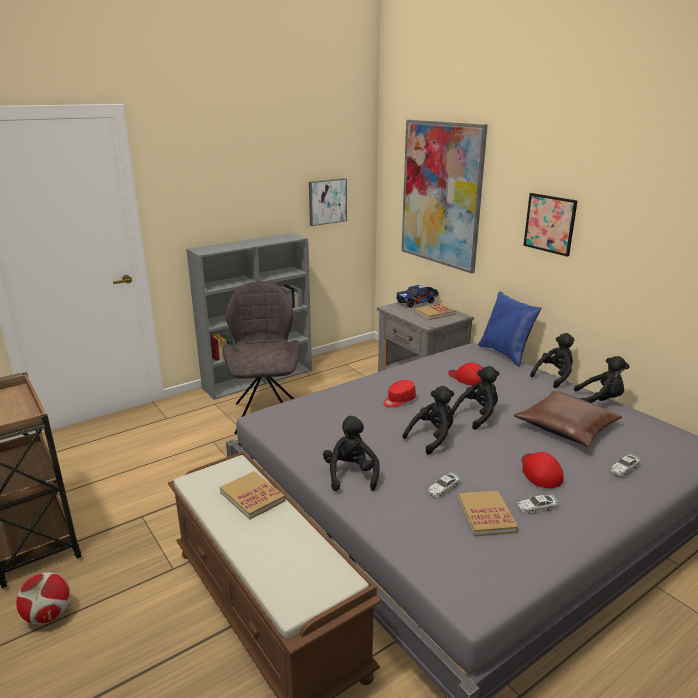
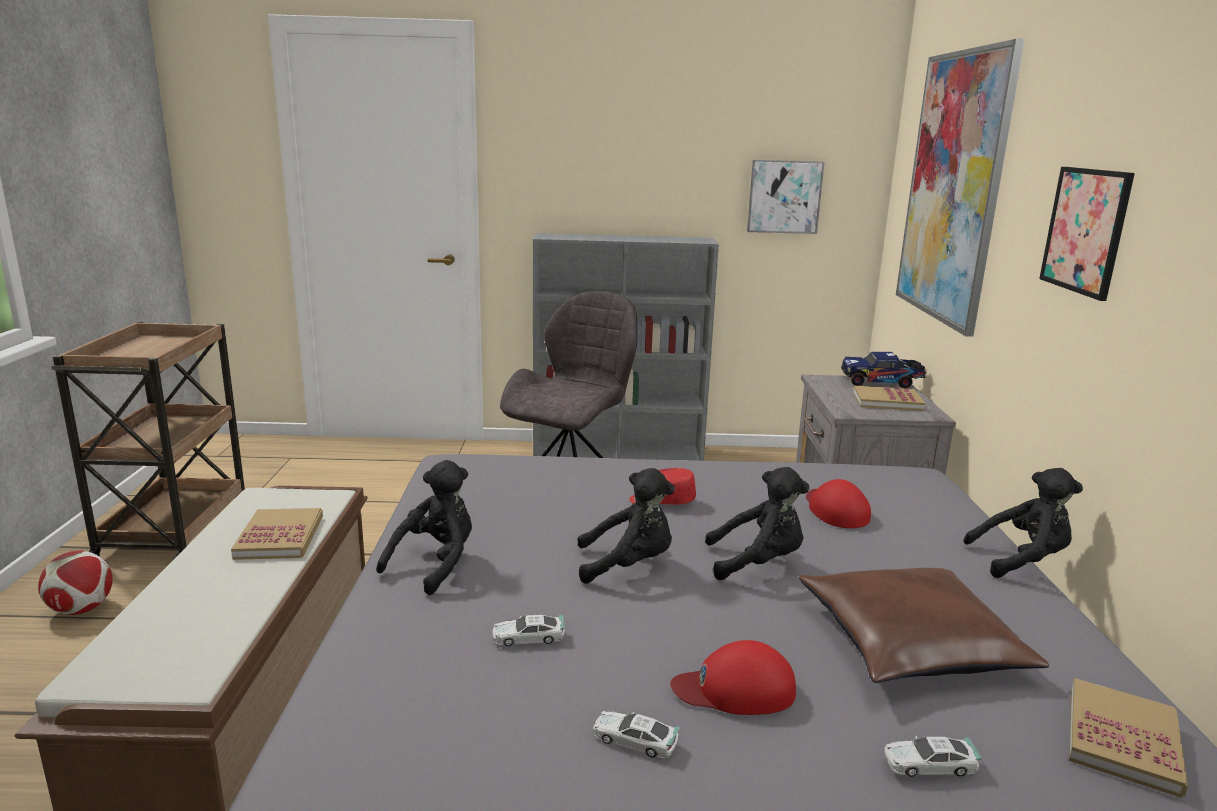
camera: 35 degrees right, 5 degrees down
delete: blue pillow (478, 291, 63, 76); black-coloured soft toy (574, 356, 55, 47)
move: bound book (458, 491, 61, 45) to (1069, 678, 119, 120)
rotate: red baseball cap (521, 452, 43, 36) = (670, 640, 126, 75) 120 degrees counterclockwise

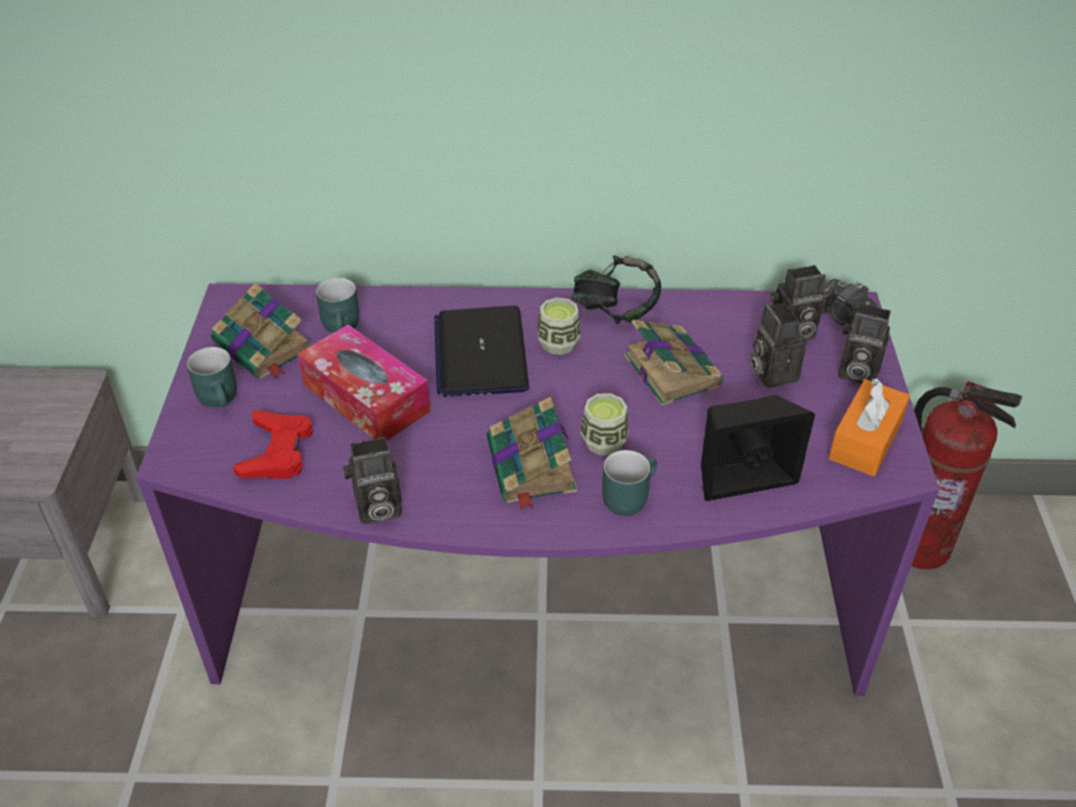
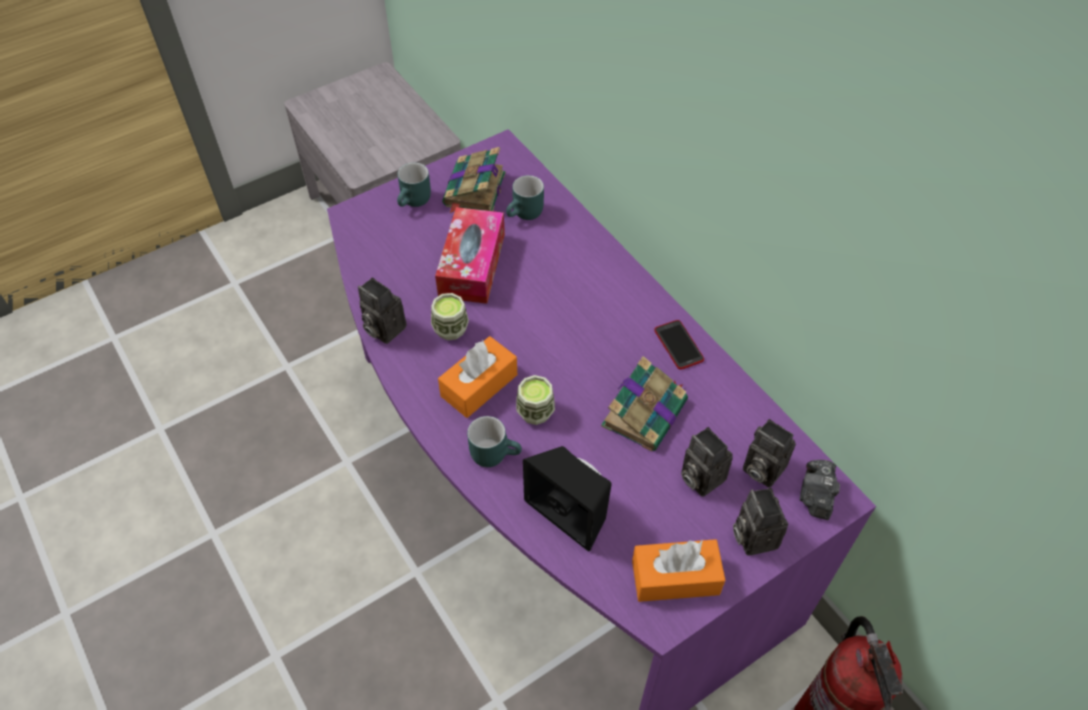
camera: 55 degrees right, 10 degrees up
delete: red game controller (233, 410, 80, 69); notebook computer (434, 305, 95, 92)
move: drinking cup (537, 298, 44, 57) to (431, 293, 38, 47)
replace: bound book (487, 396, 90, 115) to orange-coloured box of tissues (438, 336, 79, 82); headphones (572, 255, 89, 69) to telephone (654, 320, 50, 50)
rotate: still camera (750, 303, 57, 85) = (681, 427, 52, 70) 75 degrees counterclockwise

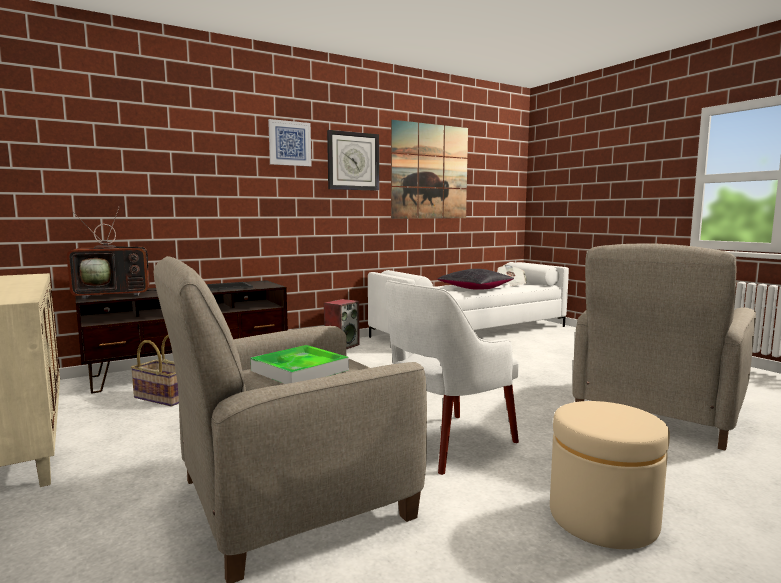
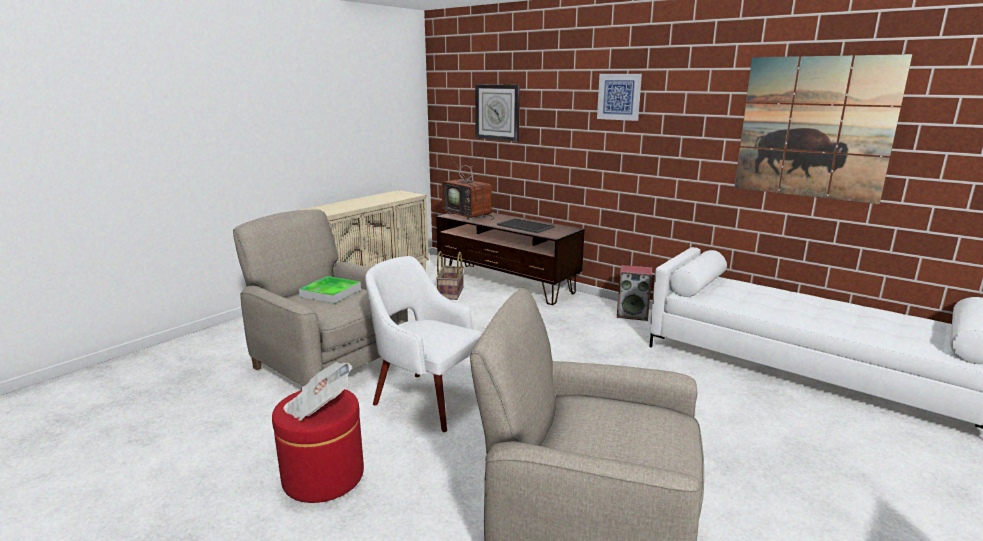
camera: 70 degrees right, 10 degrees up
delete: black-coloured pillow (438, 269, 76, 21)
move: newspaper (497, 265, 30, 21) to (283, 362, 69, 59); wall clock (327, 130, 52, 61) to (475, 84, 45, 57)
recolor: beige-coloured footrest (550, 401, 120, 148) to red footrest (272, 389, 92, 114)

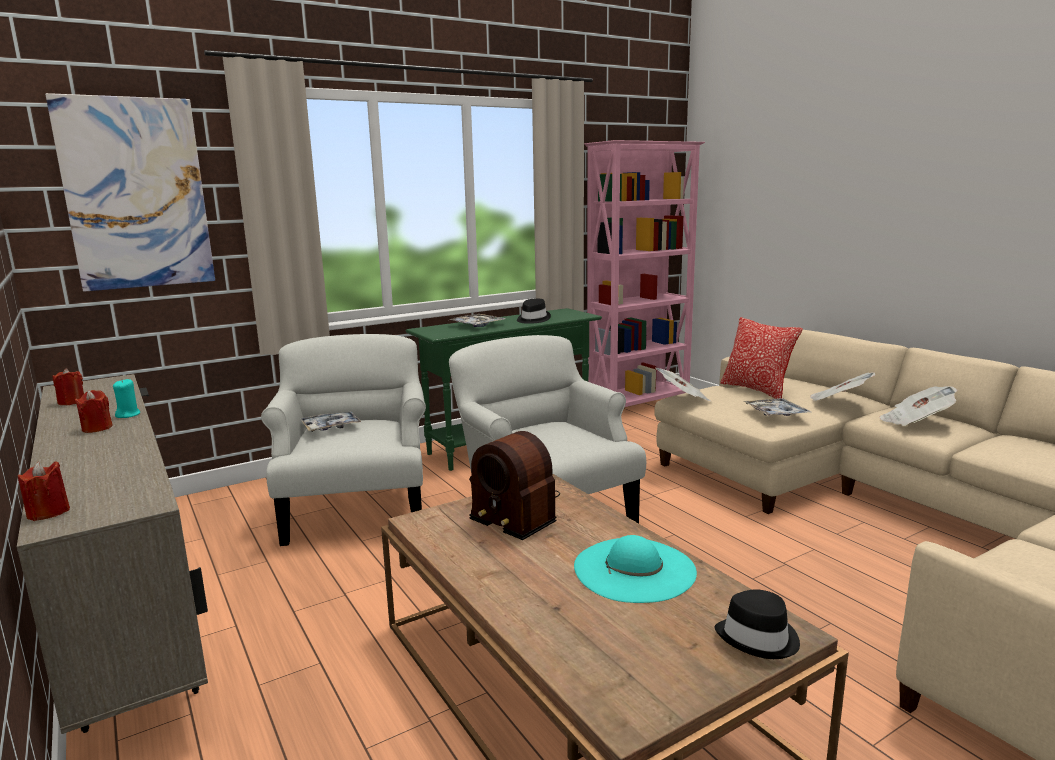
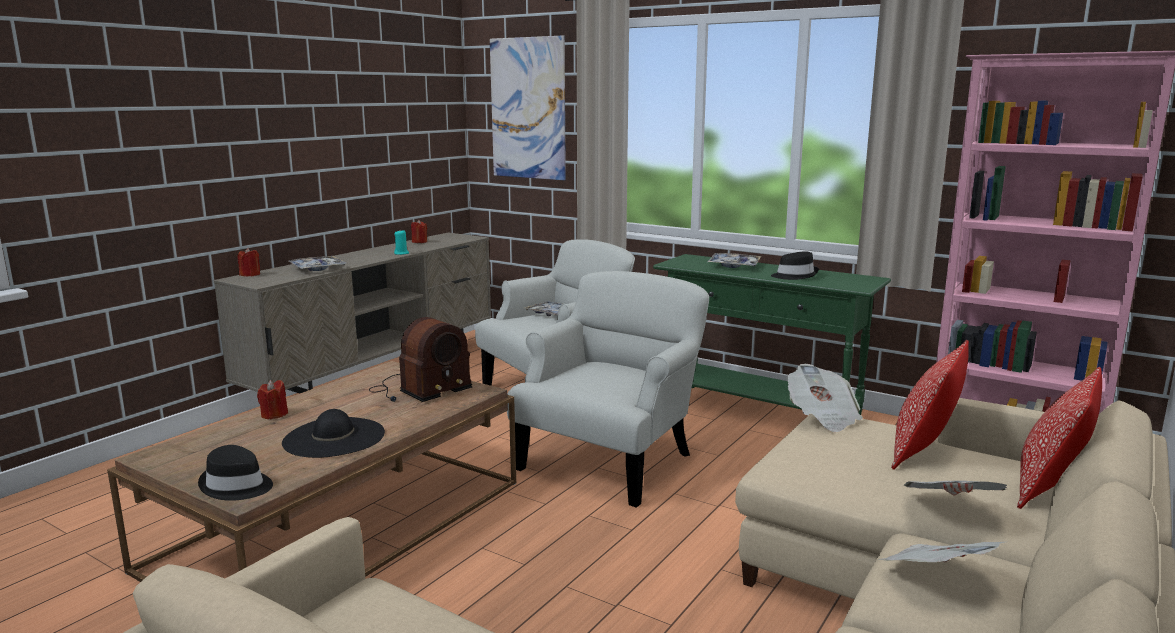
camera: 65 degrees right, 0 degrees up
insert: pillow (1017, 367, 85, 142)
move: red candle (75, 390, 38, 43) to (257, 380, 31, 40); tray (743, 398, 68, 18) to (289, 256, 58, 15)
recolor: blue-green wearable hat (574, 535, 123, 68) to black-coloured wearable hat (282, 409, 103, 49)
rotate: radio set (469, 431, 91, 109) = (369, 317, 103, 85) 150 degrees counterclockwise

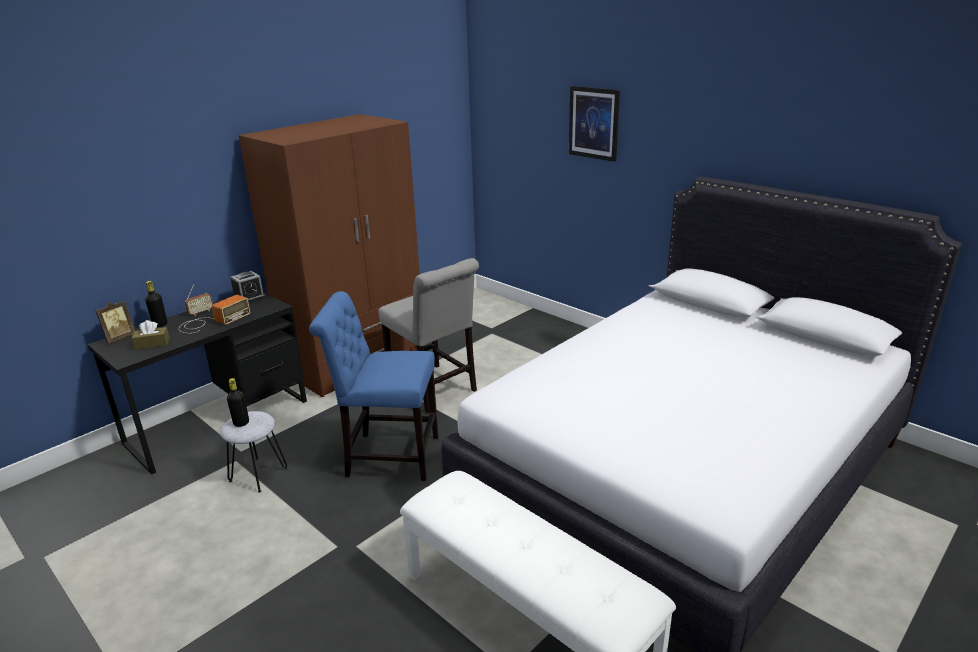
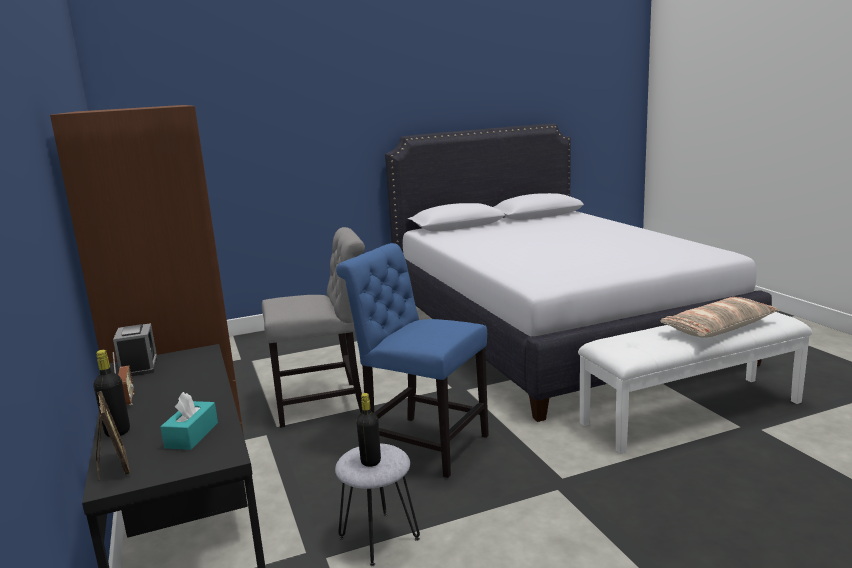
camera: 65 degrees left, 10 degrees down
delete: radio set (179, 295, 71, 38); wall art (569, 86, 51, 76)
insert: pillow (660, 297, 119, 41)
recolor: brownish box of tissues (131, 320, 39, 30) to blue-green box of tissues (160, 392, 58, 58)
rotate: blue upright chair (309, 291, 129, 190) = (336, 243, 153, 235) 90 degrees clockwise

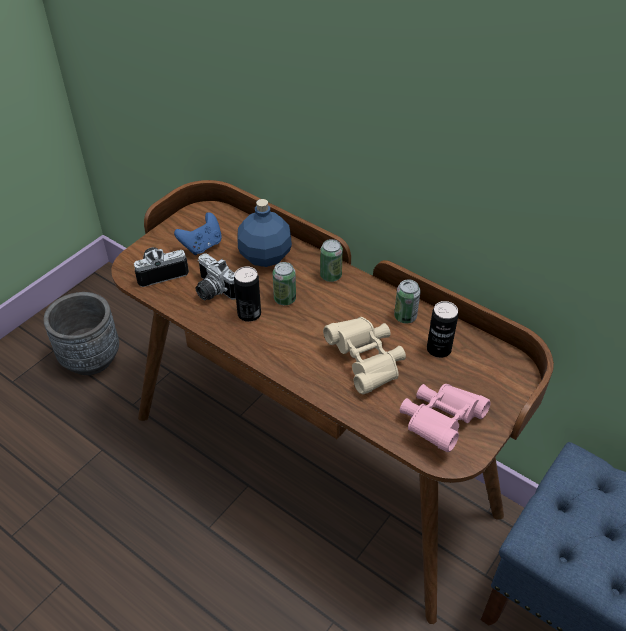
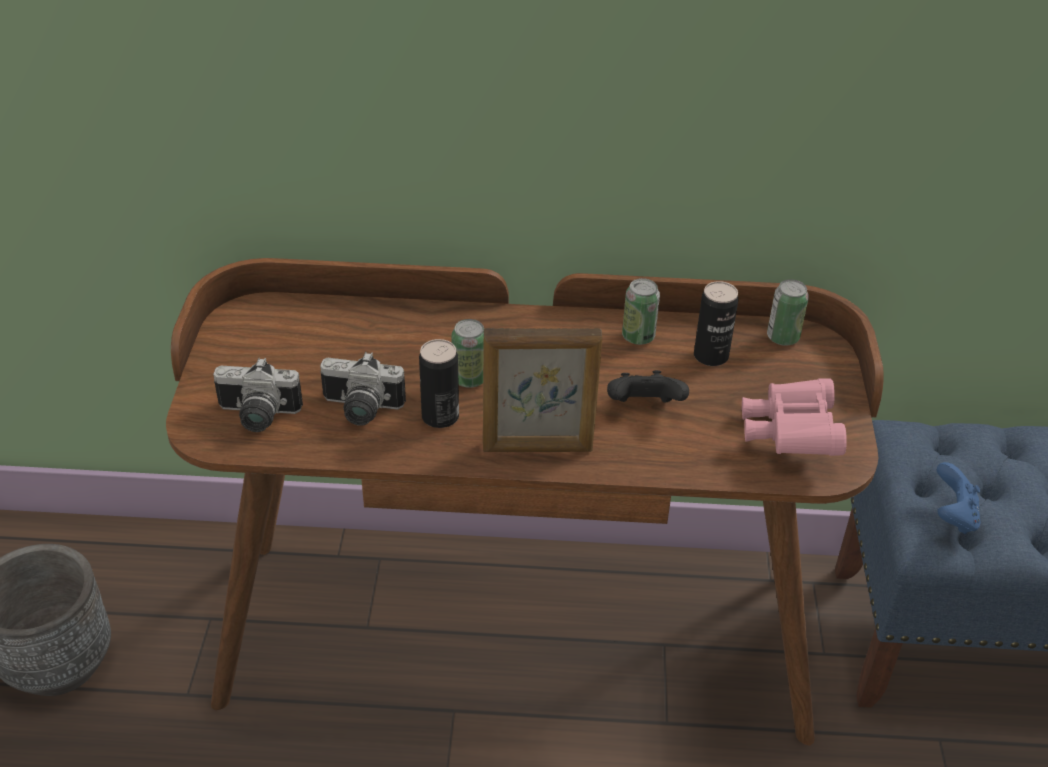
camera: 35 degrees left, 5 degrees down
delete: blue beverage bottle (237, 199, 55, 68)
insert: picture frame (483, 328, 119, 124)
move: can (320, 239, 23, 43) to (767, 279, 42, 67); blue game controller (174, 212, 48, 43) to (937, 462, 44, 72)
replace: beige-coloured pair of binoculars (323, 317, 83, 78) to black-coloured game controller (607, 370, 82, 33)
rotate: still camera (134, 247, 55, 40) = (213, 358, 90, 74) 120 degrees counterclockwise

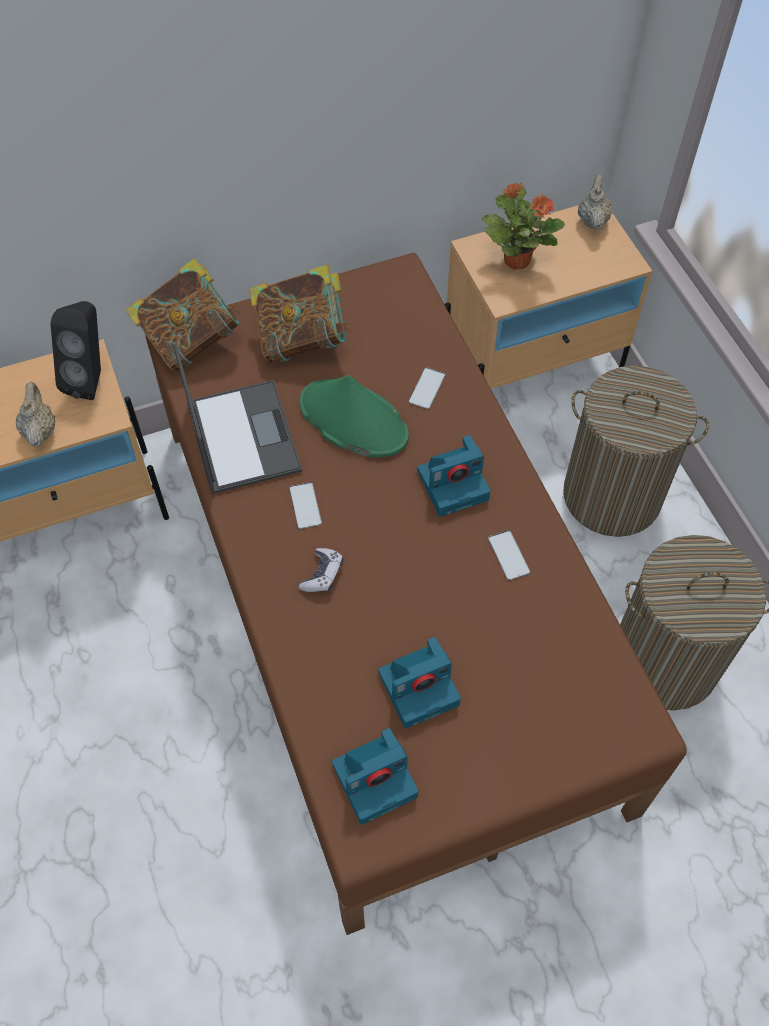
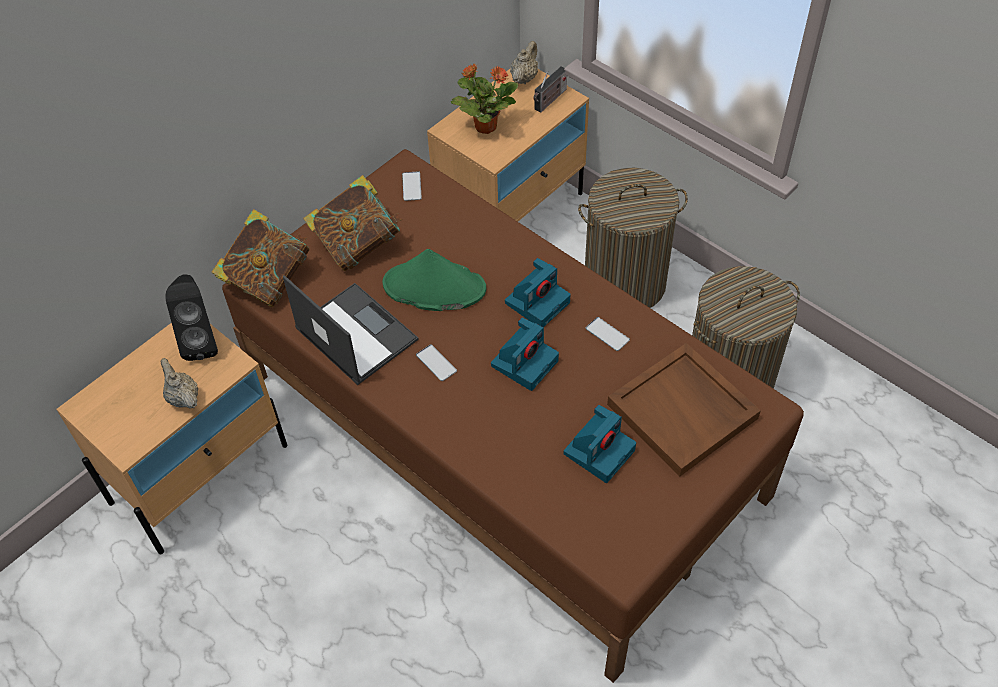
camera: 25 degrees left, 5 degrees down
delete: game controller (299, 548, 44, 44)
insert: radio set (533, 66, 34, 47); brownish tray (607, 343, 154, 133)
move: telephone (409, 367, 36, 42) to (402, 171, 20, 30); still camera (332, 728, 86, 97) to (491, 317, 68, 74)
rotate: beige-coloured tea pot (578, 174, 34, 55) = (510, 41, 28, 43) 45 degrees clockwise

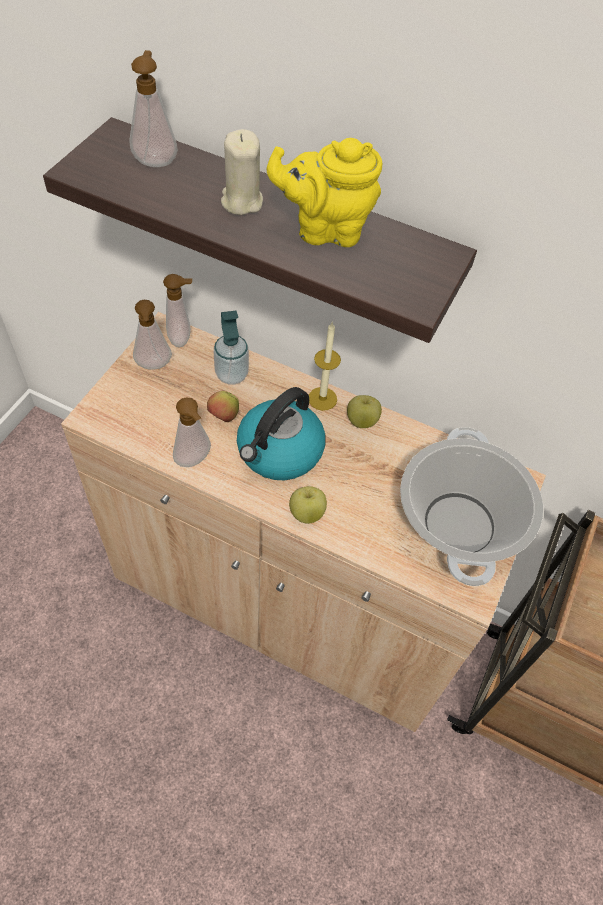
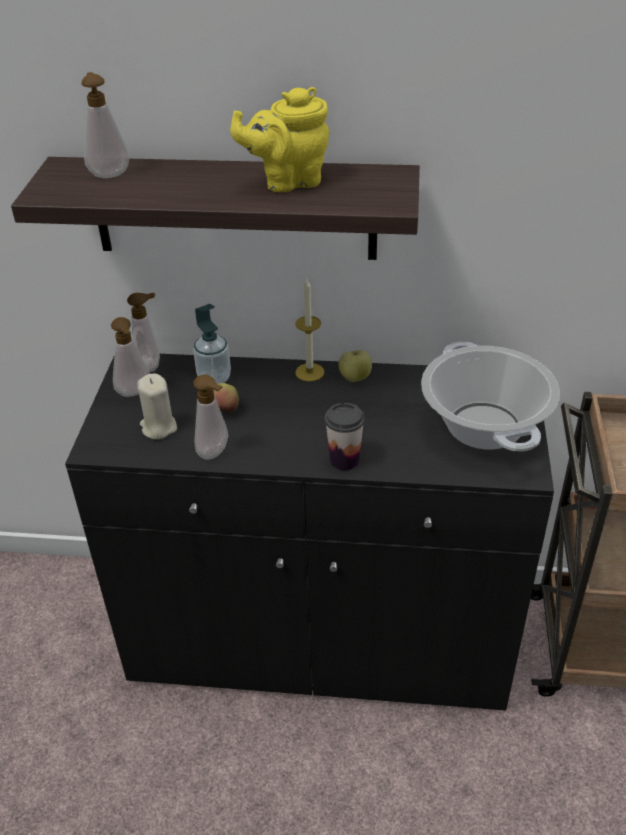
camera: 15 degrees left, 15 degrees down
delete: tea kettle (237, 387, 88, 93)
move: beige-coloured candle (221, 129, 42, 86) to (137, 374, 40, 65)
replace: whole apple (289, 486, 38, 38) to drinking cup (325, 403, 40, 67)
recolor: beige-coloured cupboard (61, 312, 485, 420) to black-coloured cupboard (65, 354, 489, 357)

